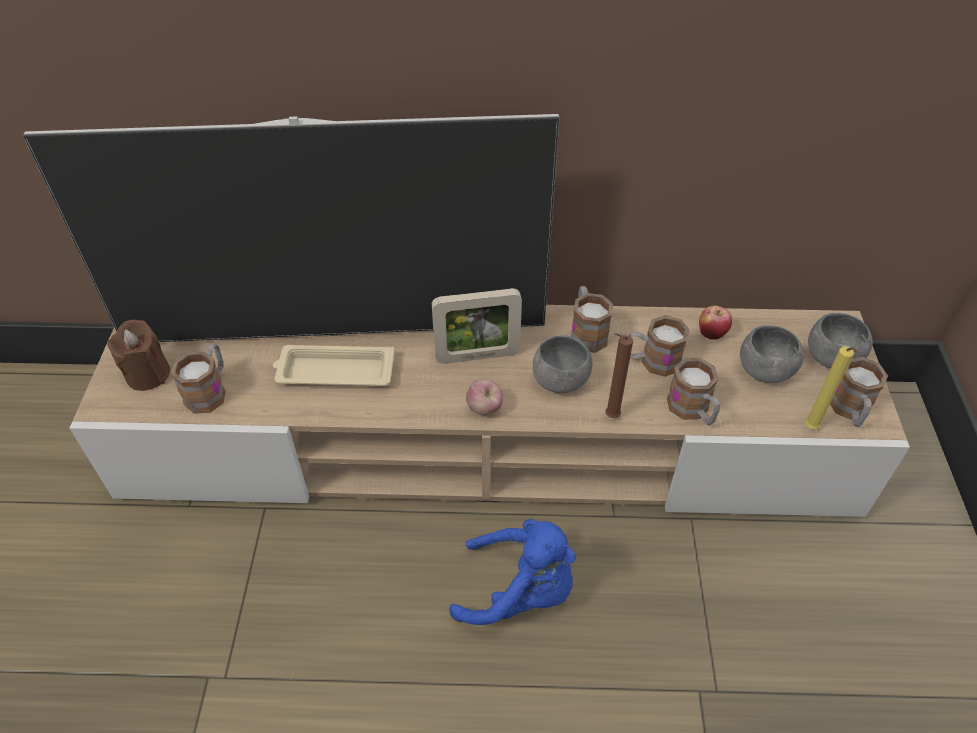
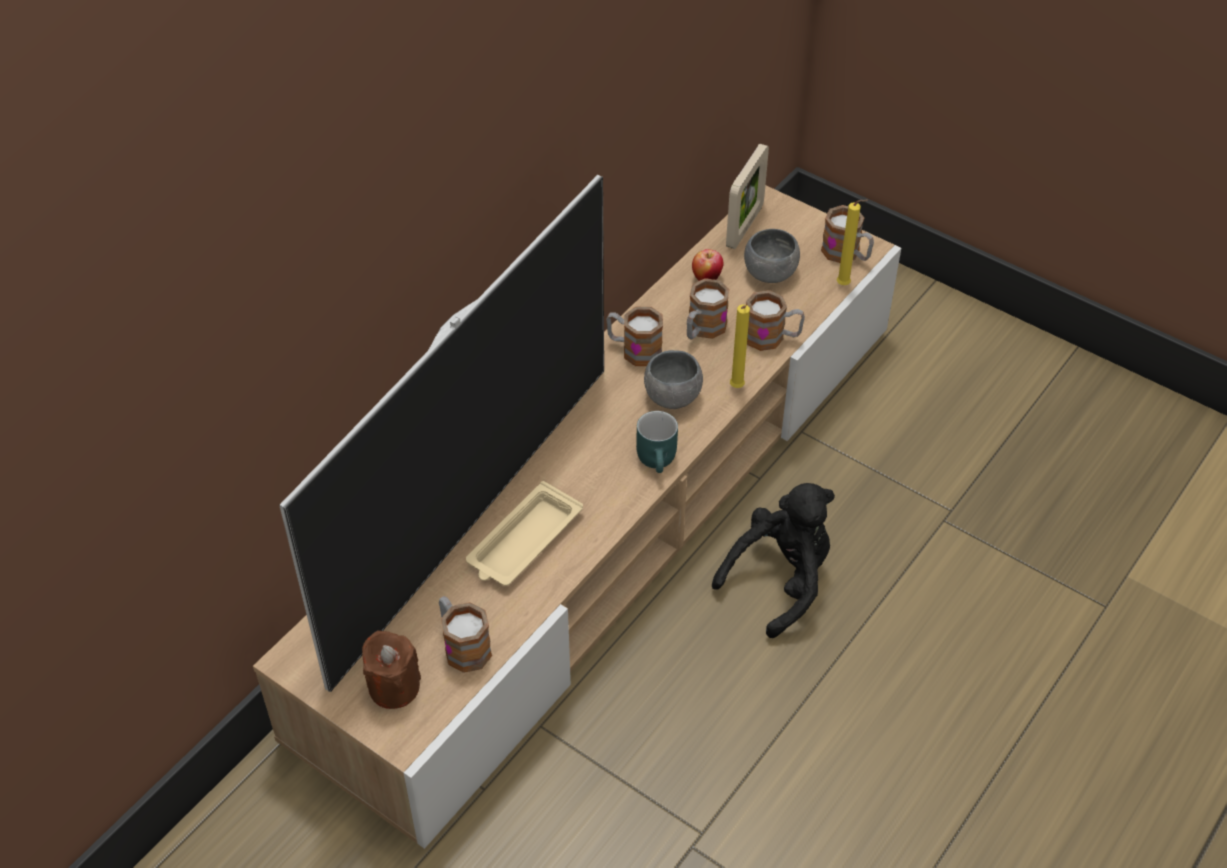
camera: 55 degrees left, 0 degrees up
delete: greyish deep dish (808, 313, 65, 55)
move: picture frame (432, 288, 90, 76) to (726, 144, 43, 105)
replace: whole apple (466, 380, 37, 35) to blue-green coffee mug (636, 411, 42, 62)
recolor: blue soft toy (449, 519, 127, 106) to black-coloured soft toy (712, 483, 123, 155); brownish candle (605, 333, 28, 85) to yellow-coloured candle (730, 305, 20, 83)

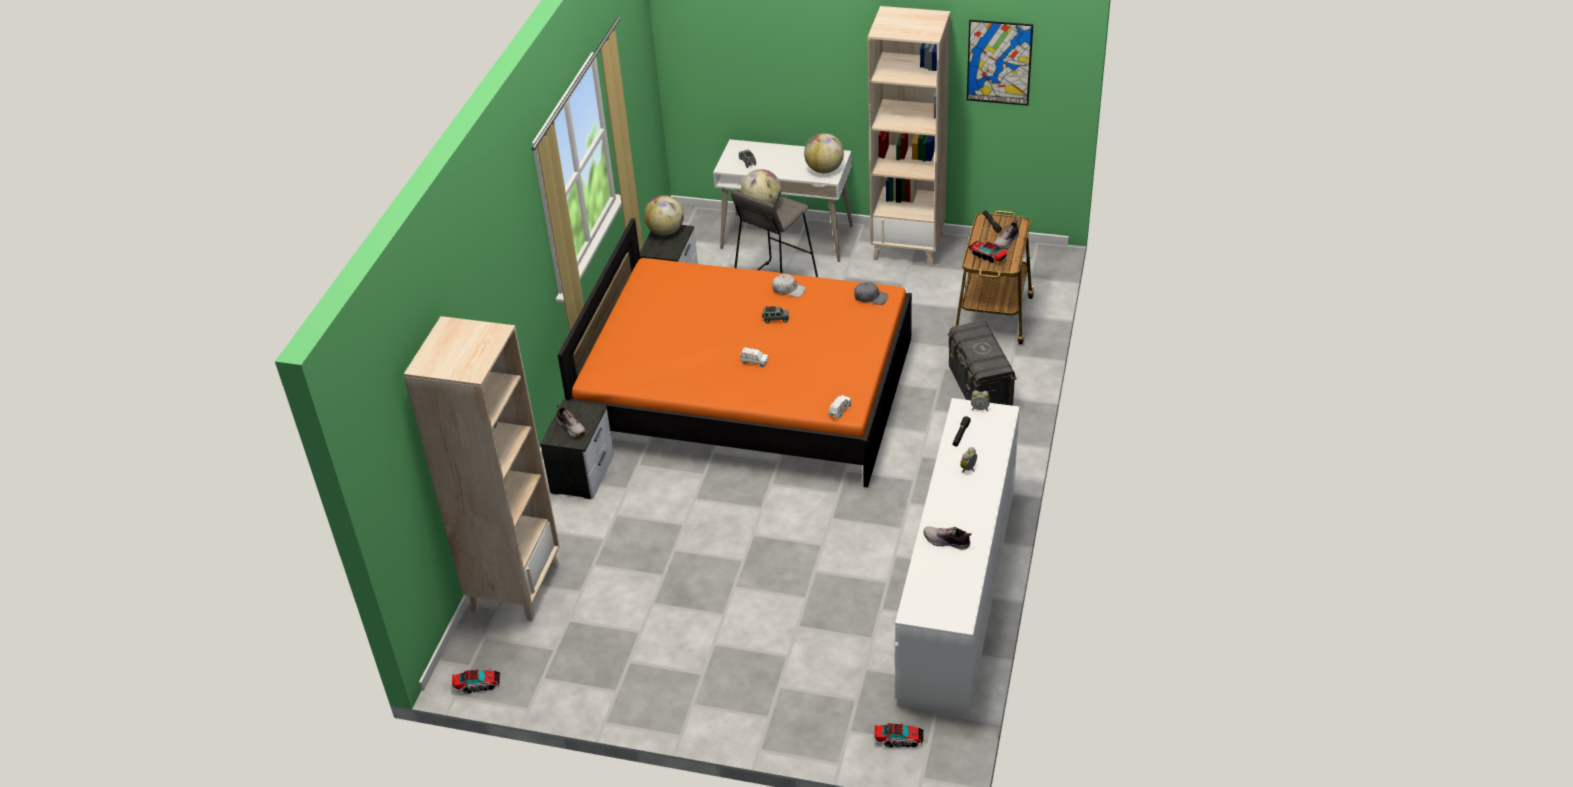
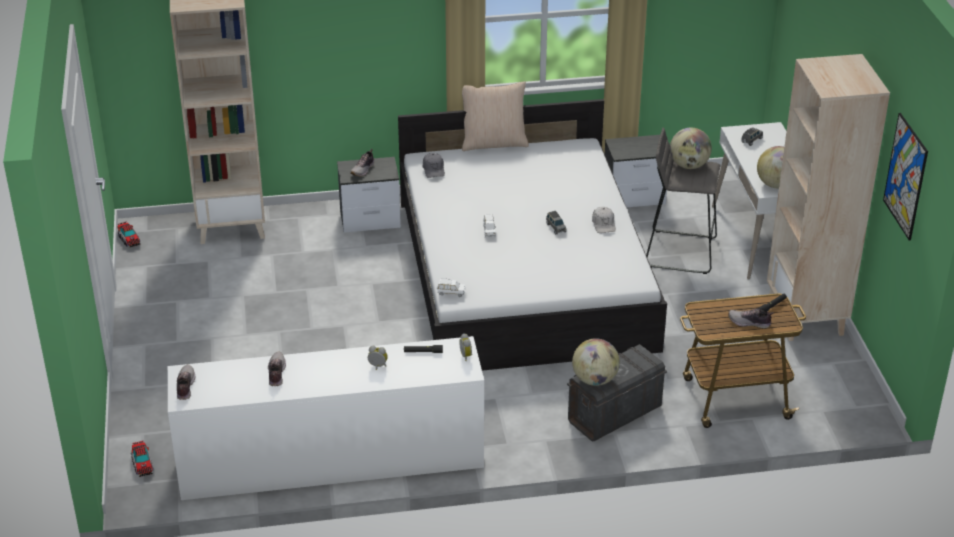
camera: 65 degrees right, 5 degrees down
delete: model truck (969, 241, 38, 22)
insert: shoe (177, 364, 18, 36); beige-coloured pillow (462, 81, 67, 70)
move: greyish baseball cap (854, 282, 34, 23) to (422, 153, 23, 25); desk globe (644, 195, 40, 40) to (572, 338, 48, 48)
recolor: orange-coloured sleeping bed (558, 218, 354, 270) to whitish sleeping bed (398, 99, 269, 272)

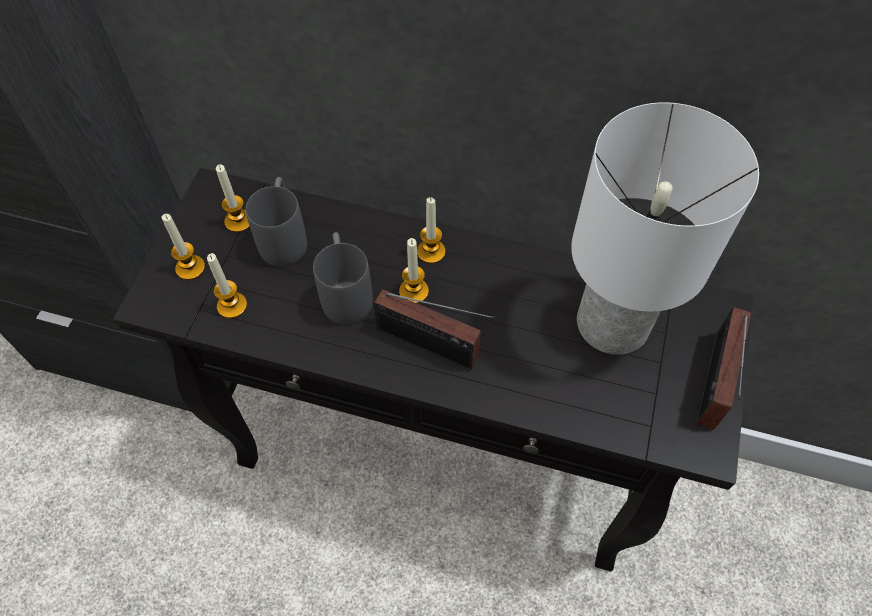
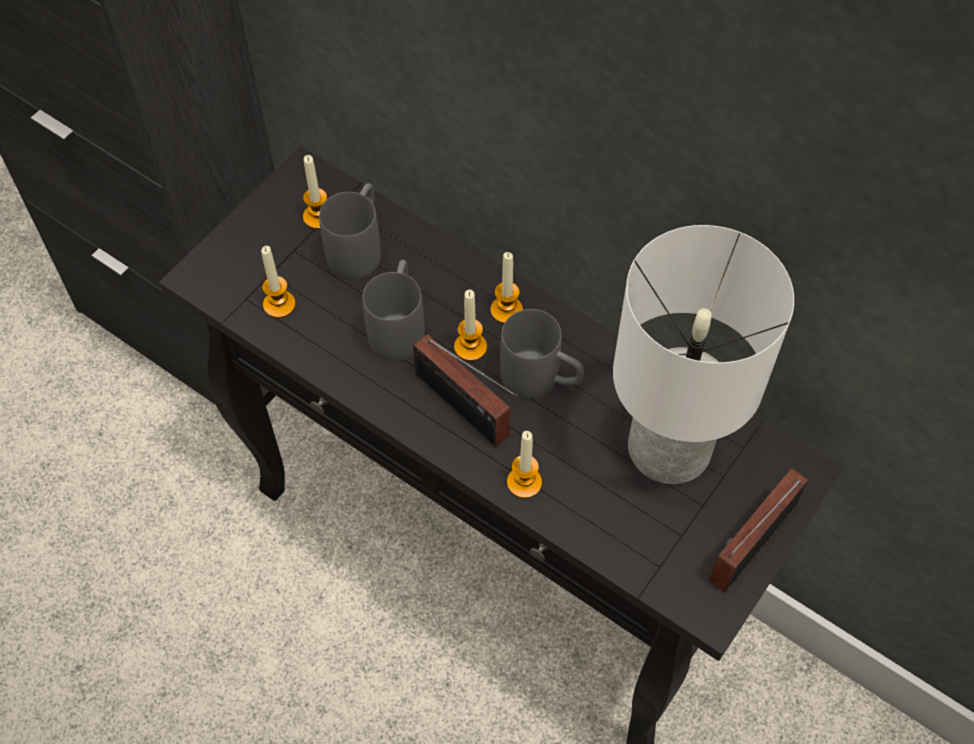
camera: 20 degrees right, 0 degrees up
insert: greyish coffee mug (500, 309, 84, 90)
move: candle (162, 214, 43, 66) to (507, 431, 35, 68)

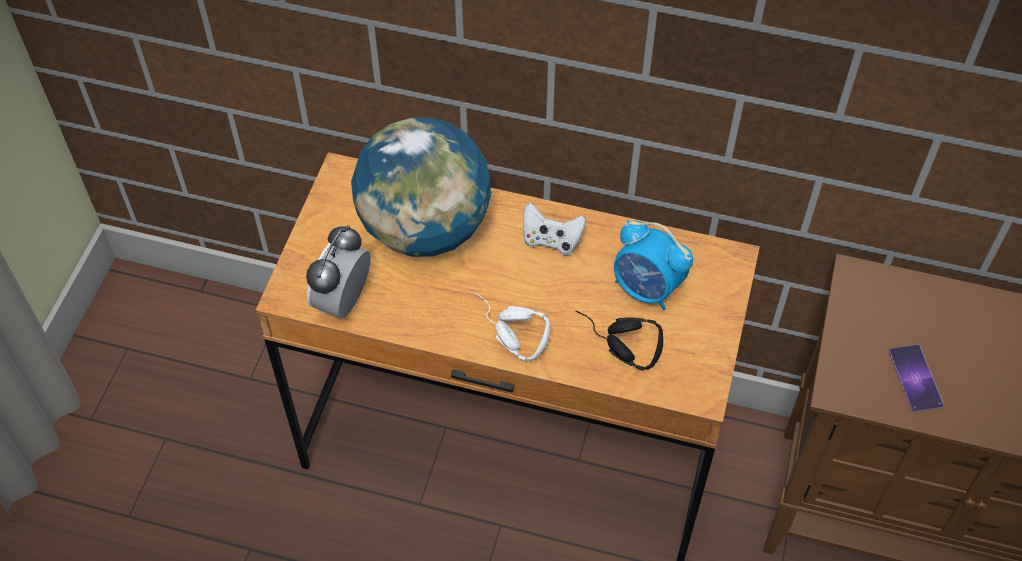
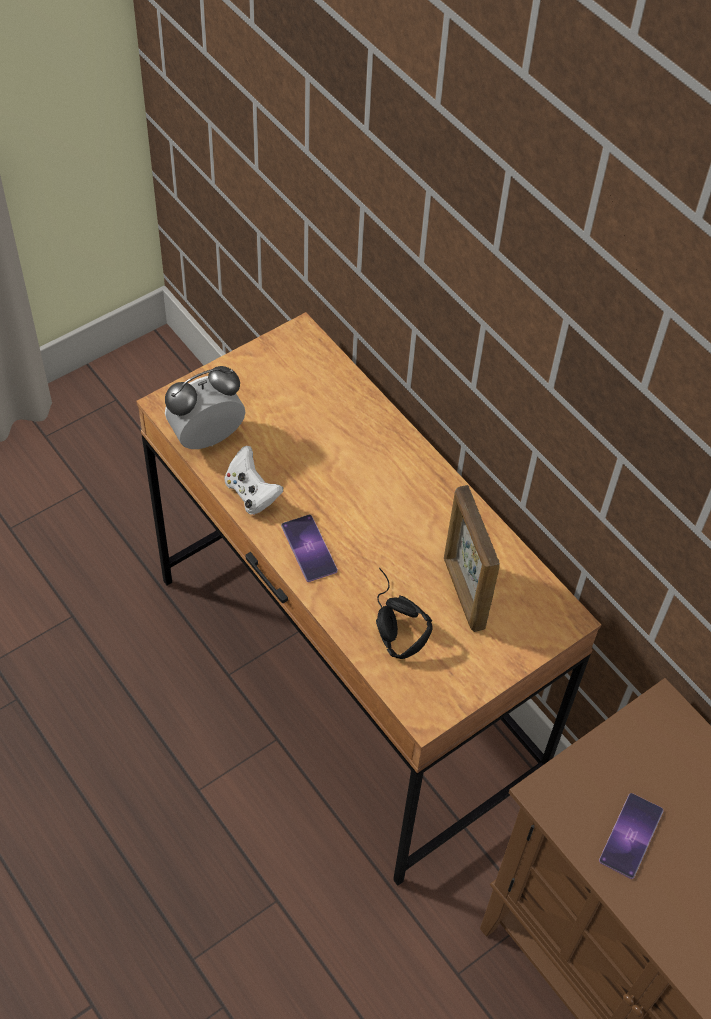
camera: 35 degrees right, 0 degrees up
delete: desk globe (351, 117, 141, 140)
move: whitish game controller (523, 202, 63, 53) to (224, 446, 59, 69)
replace: whitish headphones (474, 292, 76, 69) to telephone (281, 515, 57, 67); bedside clock (614, 220, 79, 90) to picture frame (444, 485, 56, 147)

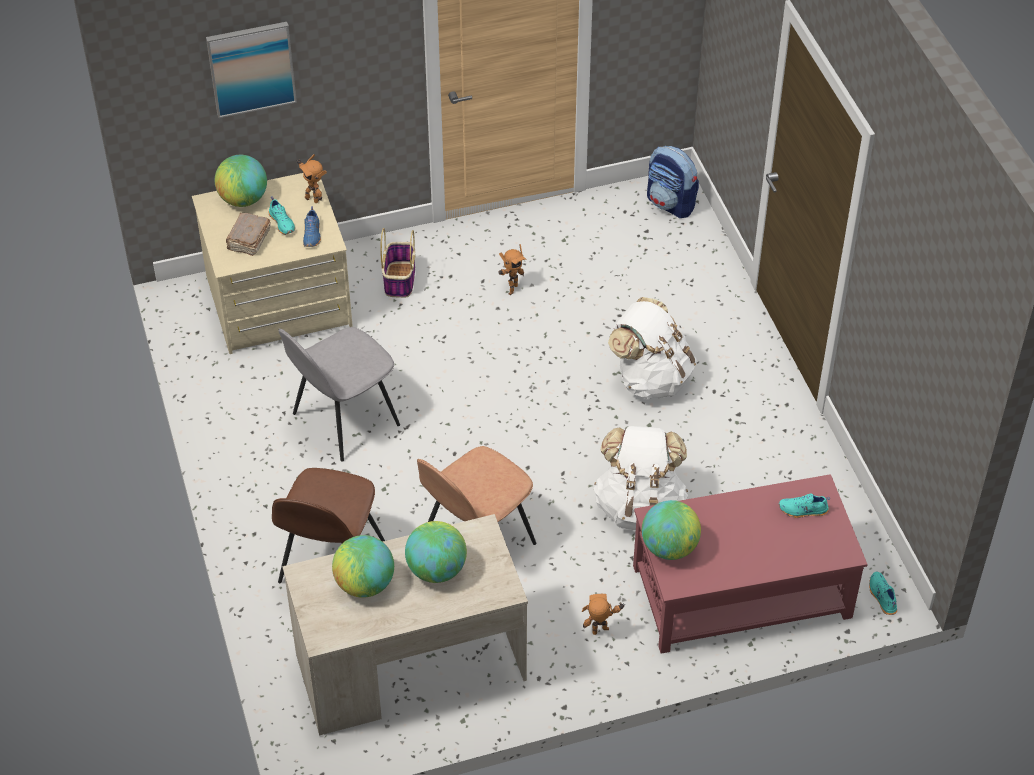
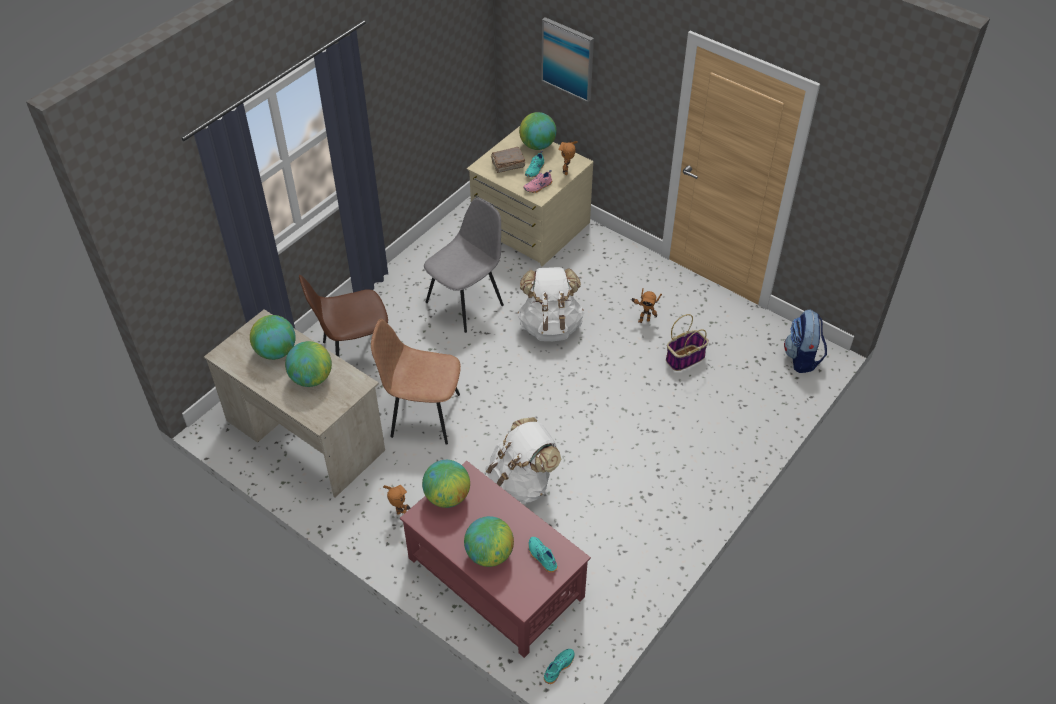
camera: 55 degrees right, 0 degrees up
insert: desk globe (464, 516, 50, 51)
move: whitish knapsack (608, 297, 89, 103) to (518, 267, 66, 74); storage basket (380, 228, 36, 70) to (666, 314, 43, 57)
recolor: blue shoe (303, 206, 18, 41) to pinkish shoe (523, 170, 29, 23)
rotate: greyish upright chair (278, 327, 122, 135) = (424, 197, 80, 136) 120 degrees clockwise

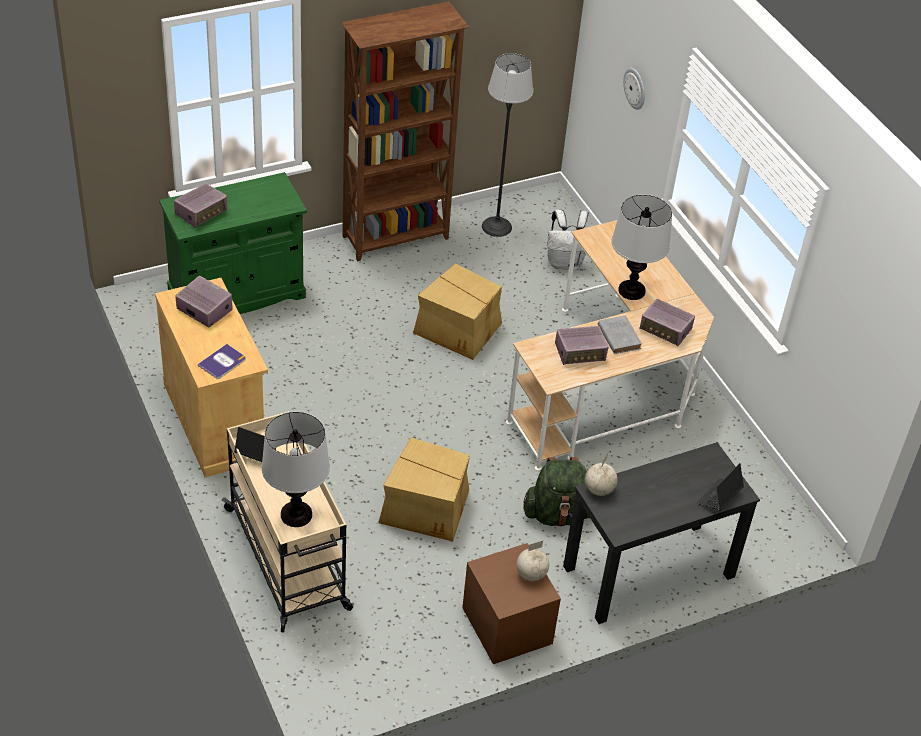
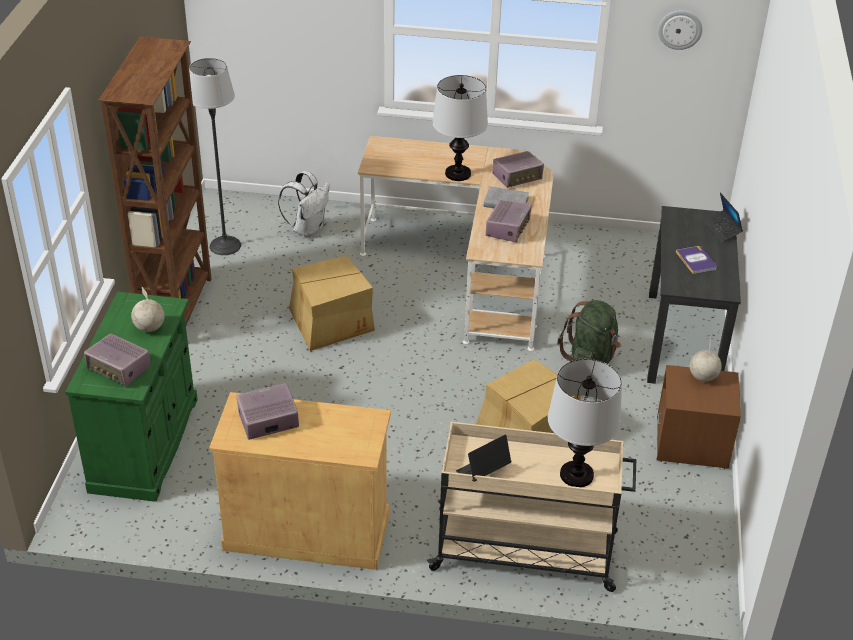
camera: 55 degrees left, 5 degrees down
move: desk globe (585, 453, 33, 43) to (131, 285, 34, 47); wall clock (623, 68, 22, 42) to (658, 10, 45, 40); bound book (198, 344, 48, 35) to (676, 246, 41, 28)
rotate: radio set (174, 183, 53, 45) = (84, 334, 67, 53) 135 degrees clockwise

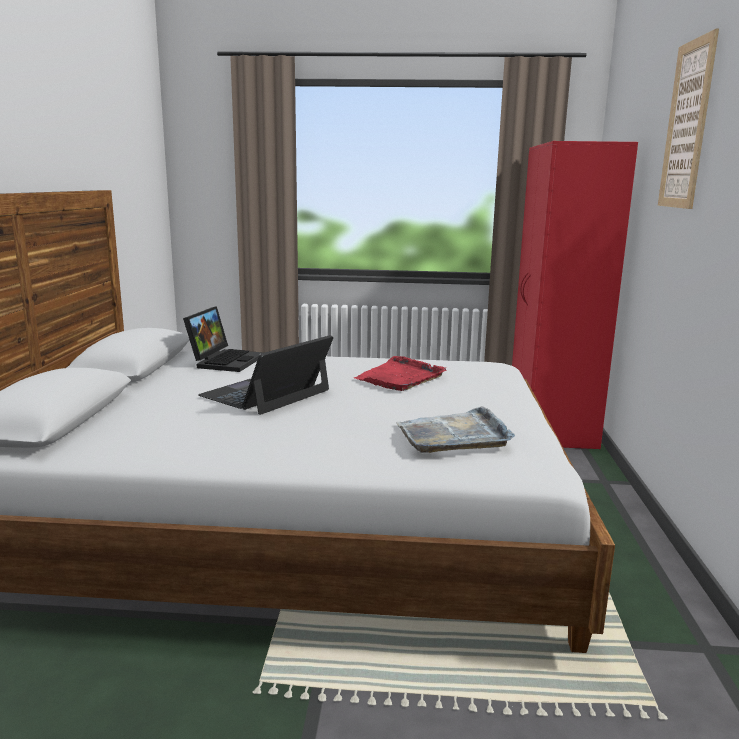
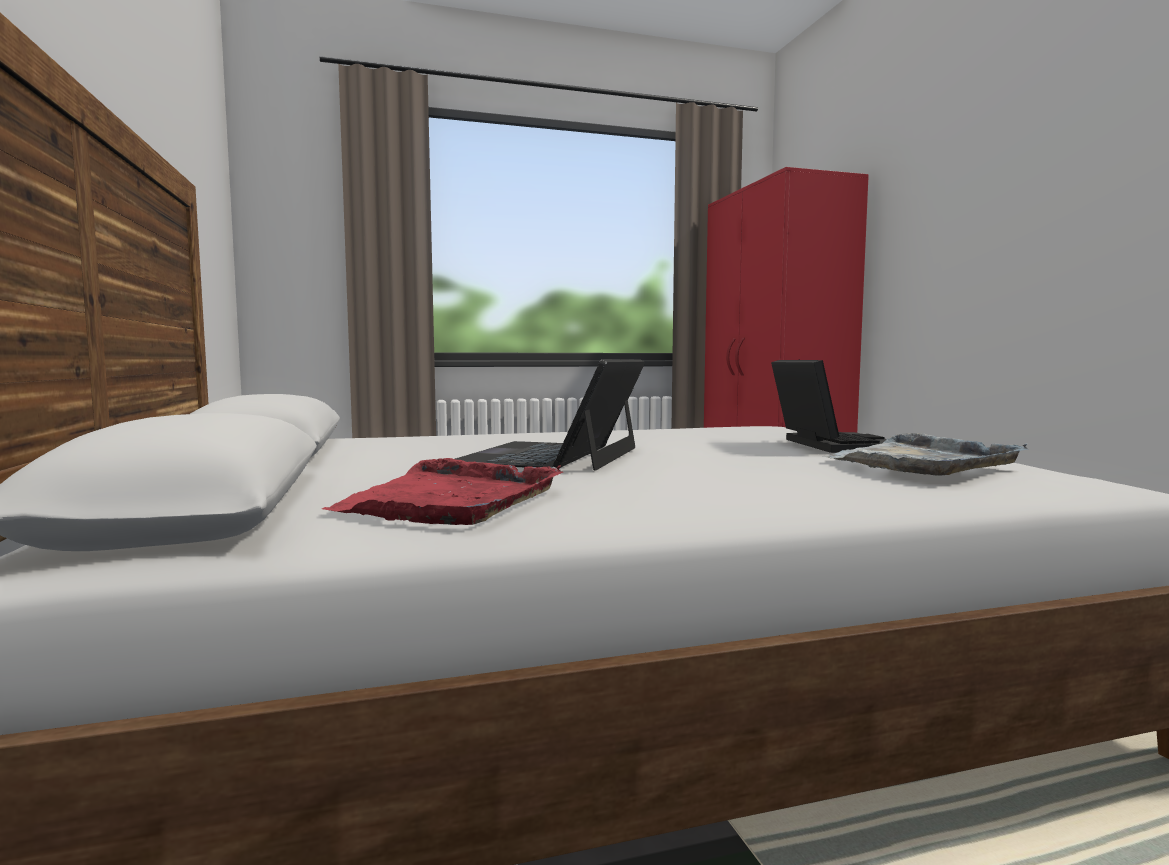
camera: 20 degrees left, 10 degrees down
delete: wall art (658, 28, 61, 181)
move: red tray (354, 356, 93, 35) to (322, 458, 241, 67); notebook computer (183, 306, 80, 66) to (771, 359, 115, 94)

